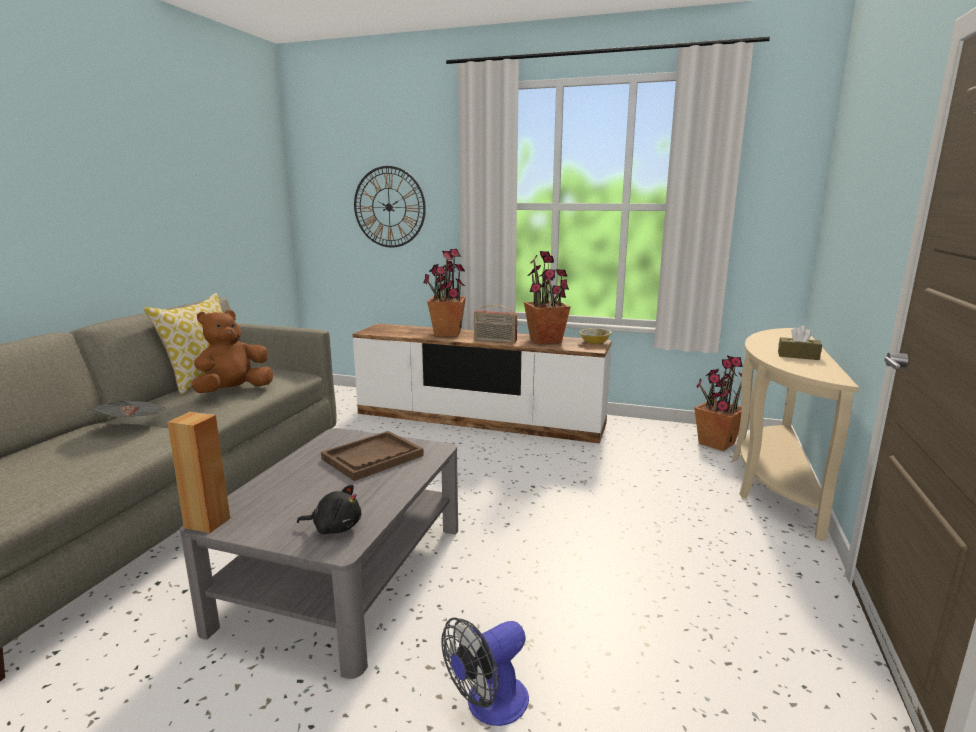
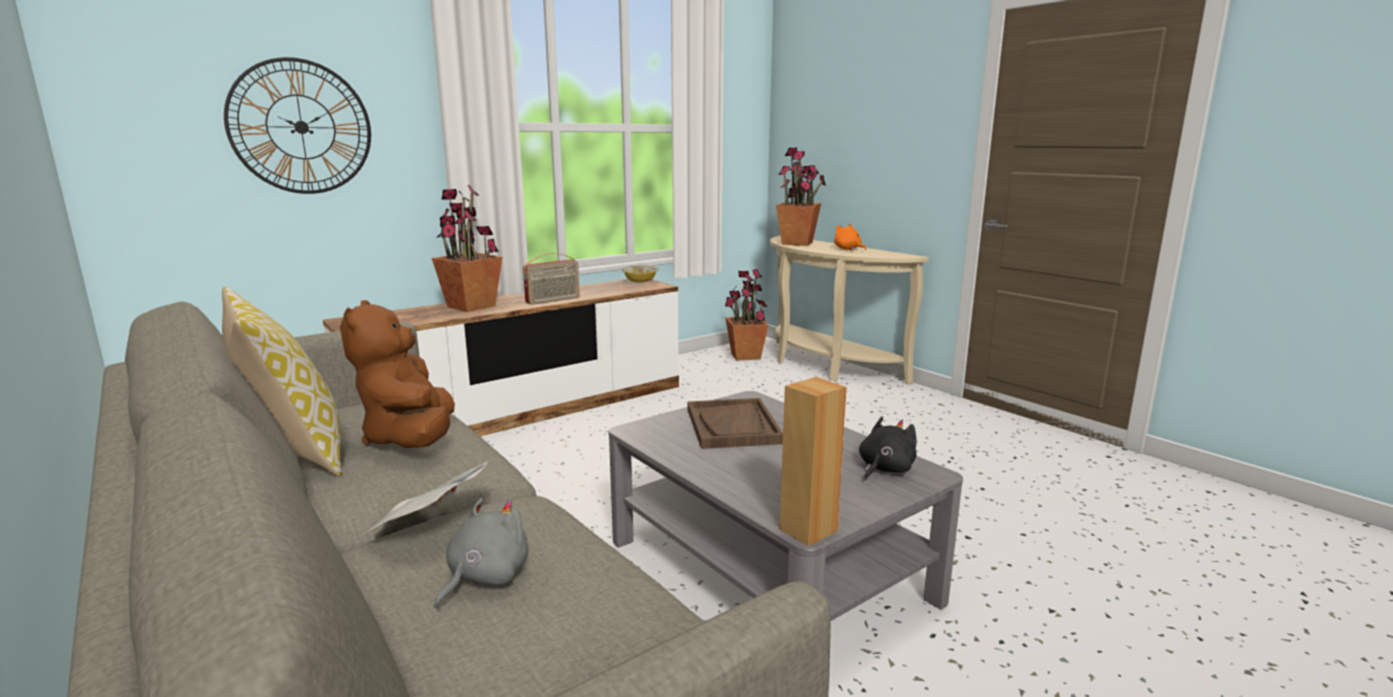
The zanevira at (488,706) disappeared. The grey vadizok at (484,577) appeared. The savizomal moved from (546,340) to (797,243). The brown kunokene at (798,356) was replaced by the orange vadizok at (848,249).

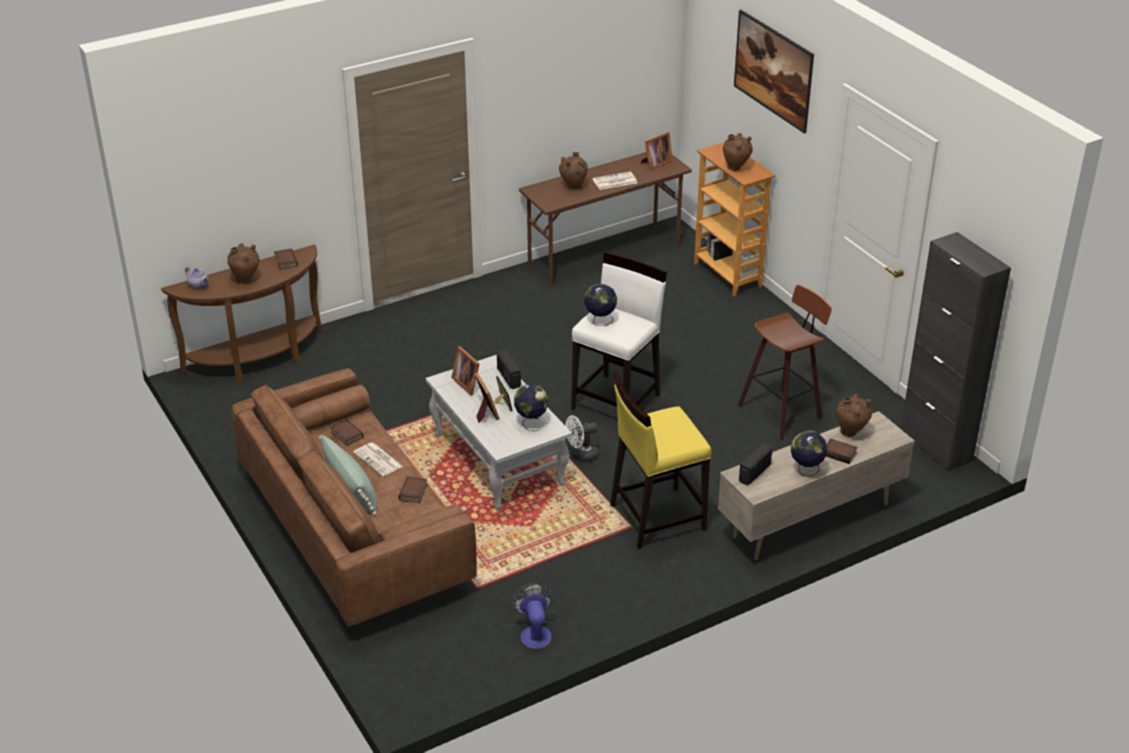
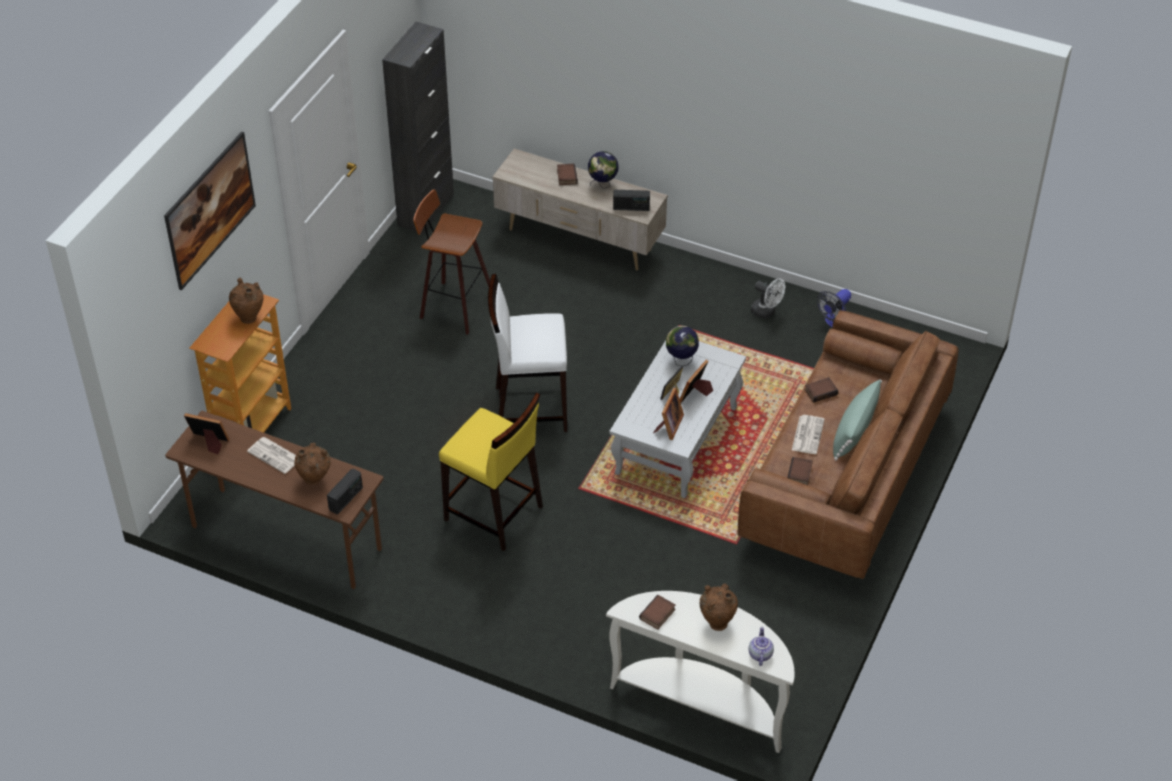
The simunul at (600,321) disappeared. The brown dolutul at (851,433) disappeared. The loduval moved from (508,377) to (346,499). The white zanevira moved from (581,455) to (766,312). The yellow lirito moved from (656,517) to (494,514). The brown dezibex at (259,361) became the white dezibex at (703,701).

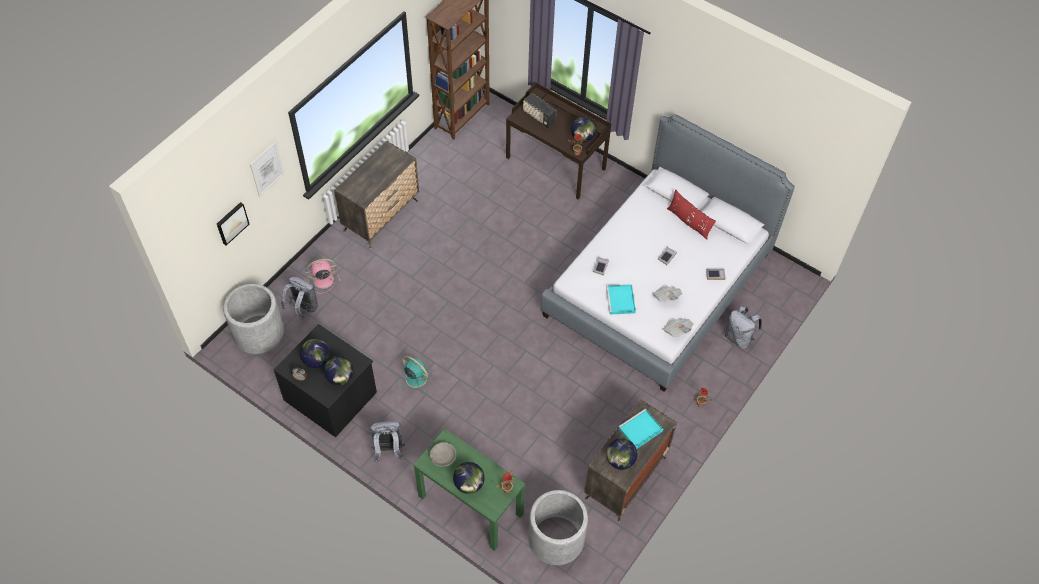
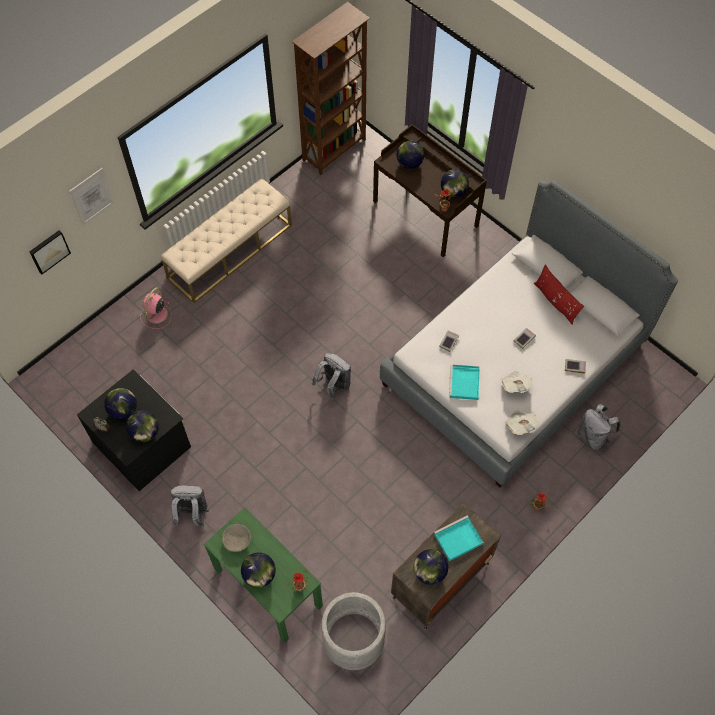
The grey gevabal at (258,333) disappeared. The turquoise zanevira at (415,377) disappeared. The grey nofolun moved from (303,309) to (334,385). The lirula at (382,216) was replaced by the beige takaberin at (230,251). The loduval at (539,117) was replaced by the simunul at (409,163). The pink zanevira at (322,280) turned 60 degrees counterclockwise.

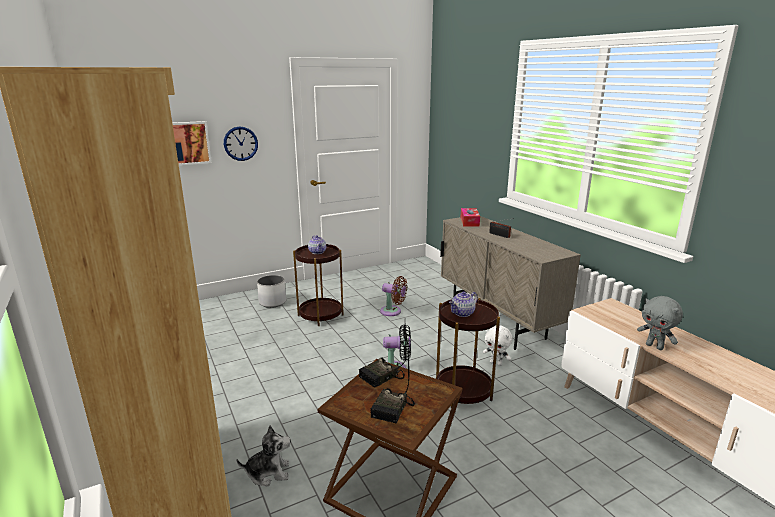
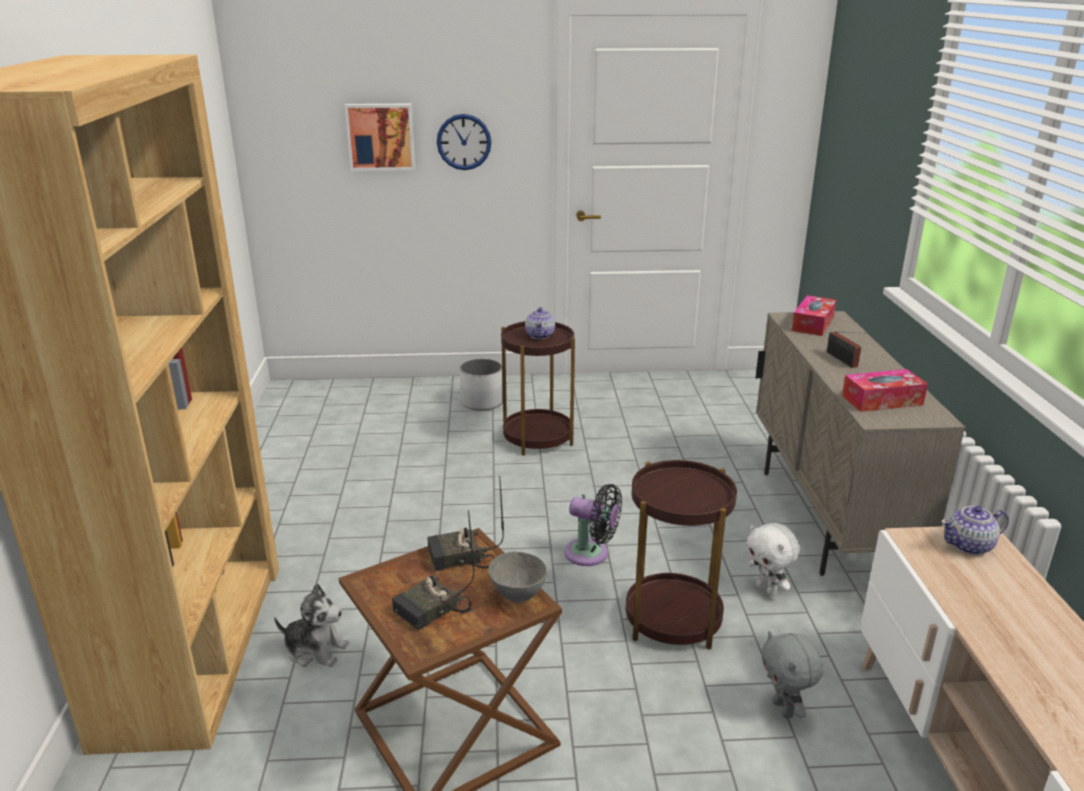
The brown zanevira at (393,312) disappeared. The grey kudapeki at (517,595) appeared. The kunokene at (882,400) appeared. The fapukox moved from (463,313) to (970,546). The grey vadizok moved from (655,346) to (784,709).

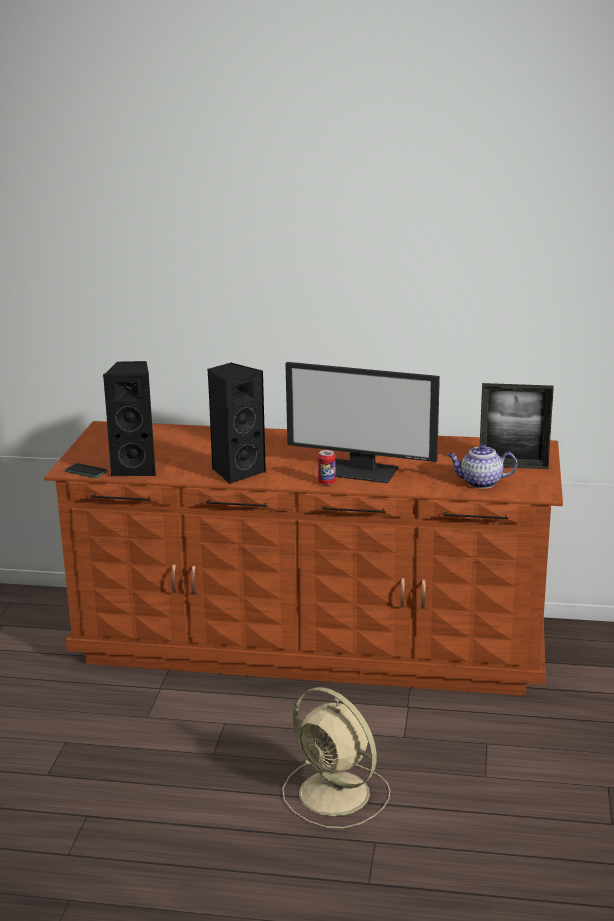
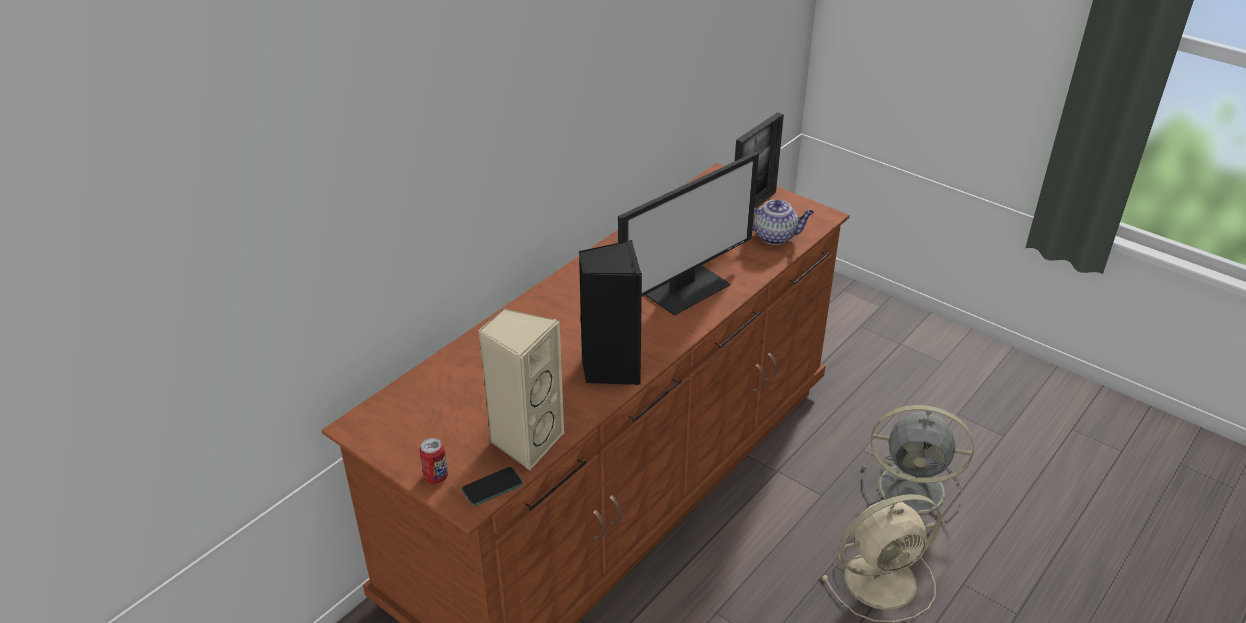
The grey zanevira at (914,489) appeared. The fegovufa moved from (326,483) to (436,477). The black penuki at (136,468) became the beige penuki at (525,441). The fapukox at (480,483) turned 120 degrees counterclockwise.

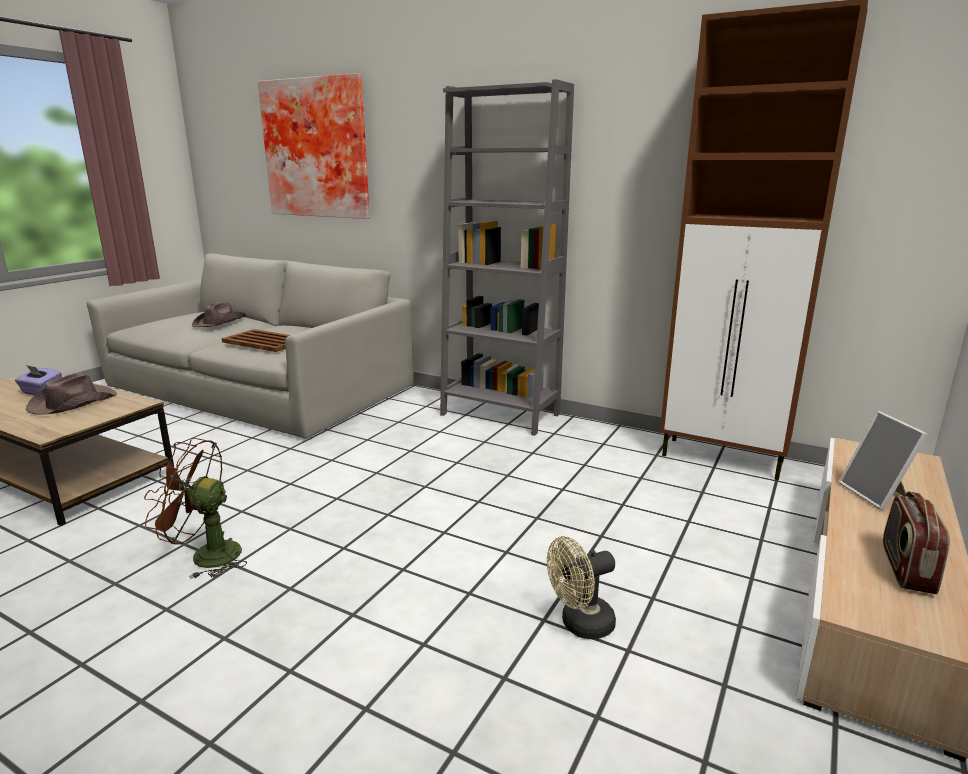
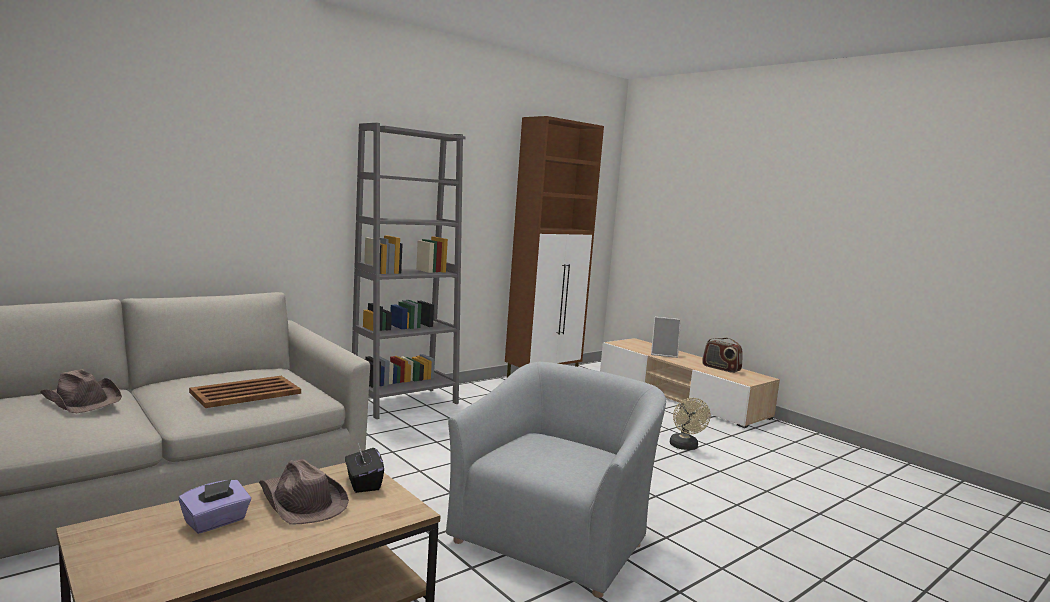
The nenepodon at (318,149) disappeared. The black kunokene at (363,483) appeared. The brown zanevira at (206,555) was replaced by the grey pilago at (554,537).

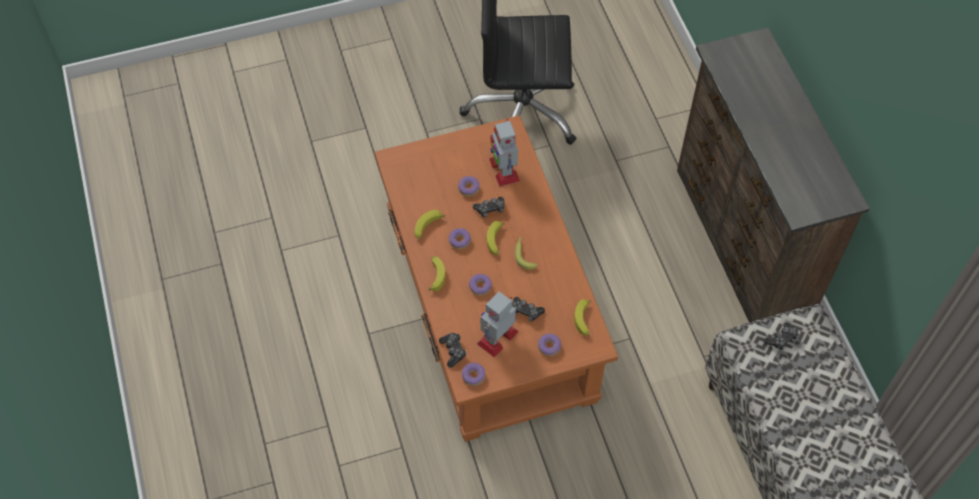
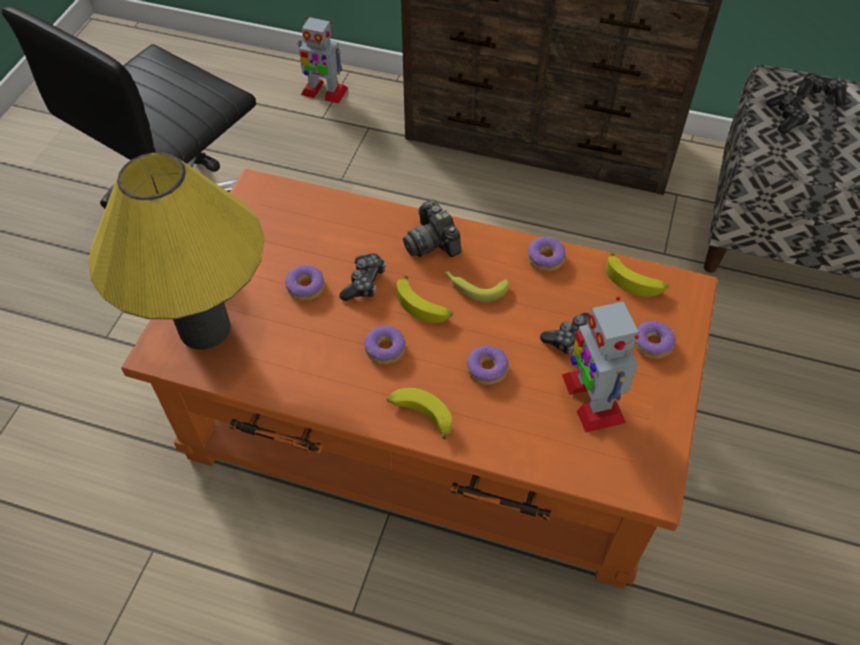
The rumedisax at (427,227) disappeared. The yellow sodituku at (204,328) appeared. The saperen at (432,242) appeared. The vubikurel moved from (453,351) to (819,95). The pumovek moved from (473,376) to (546,259). The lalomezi moved from (504,169) to (323,91).

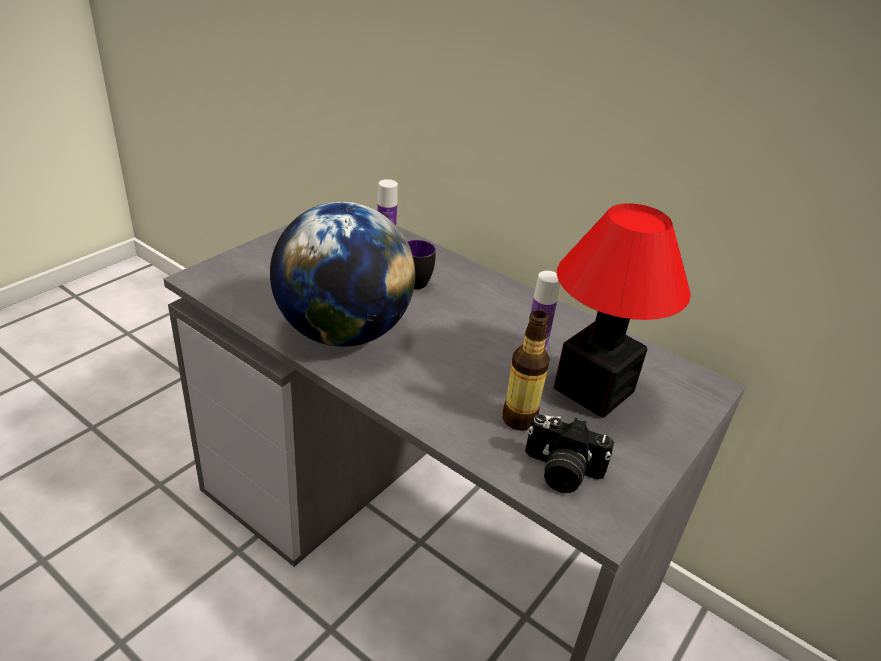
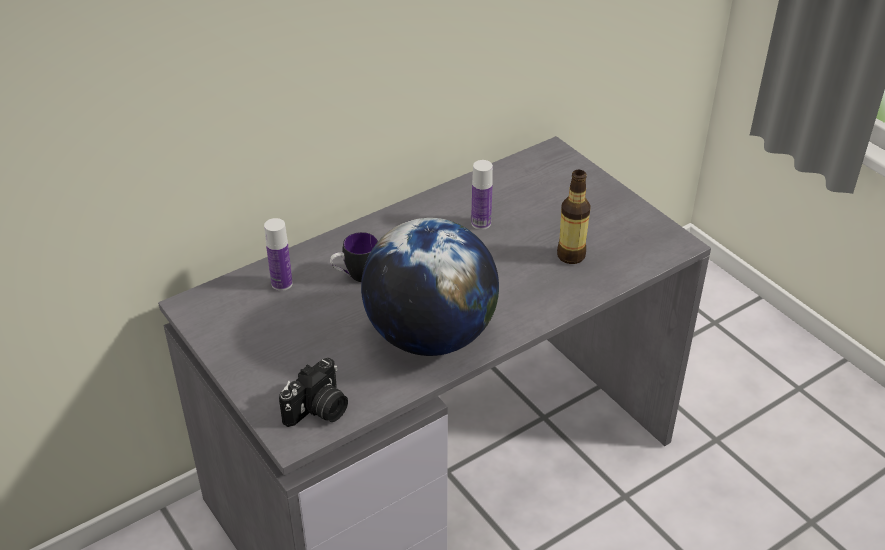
The sodituku at (592,391) disappeared. The saperen moved from (560,472) to (318,411).

